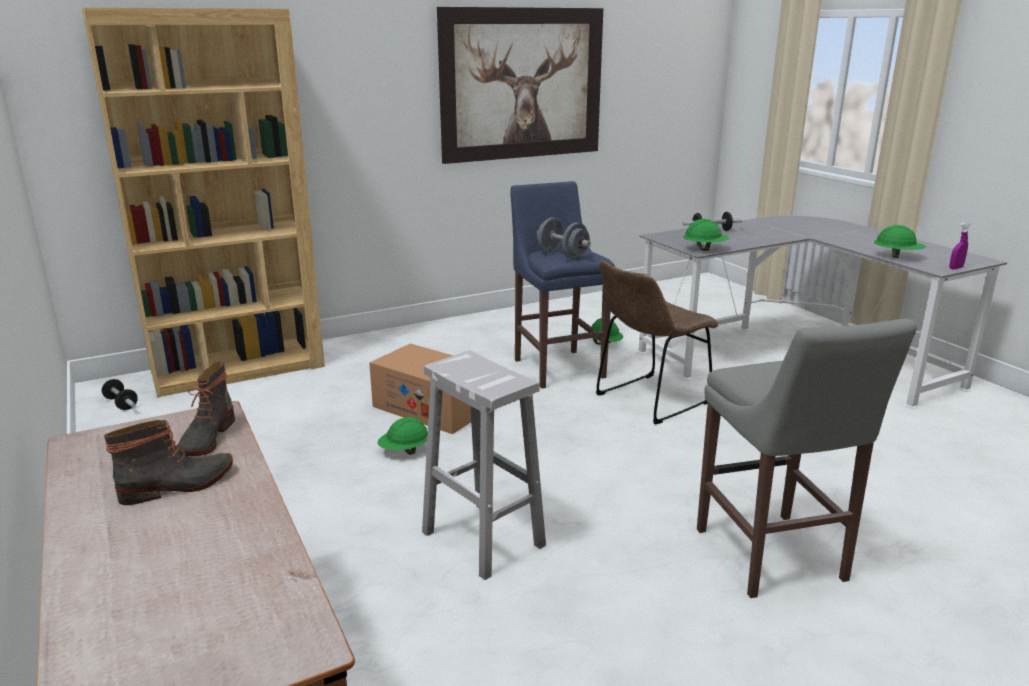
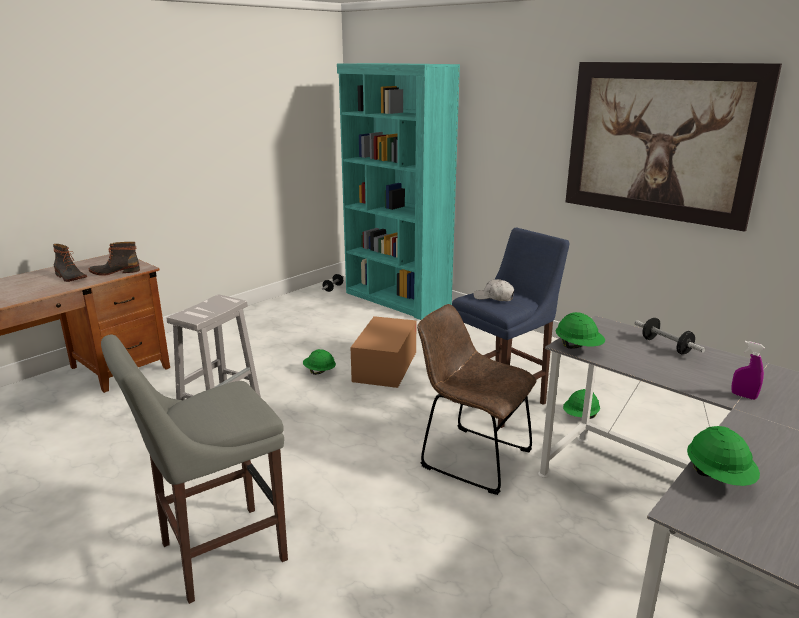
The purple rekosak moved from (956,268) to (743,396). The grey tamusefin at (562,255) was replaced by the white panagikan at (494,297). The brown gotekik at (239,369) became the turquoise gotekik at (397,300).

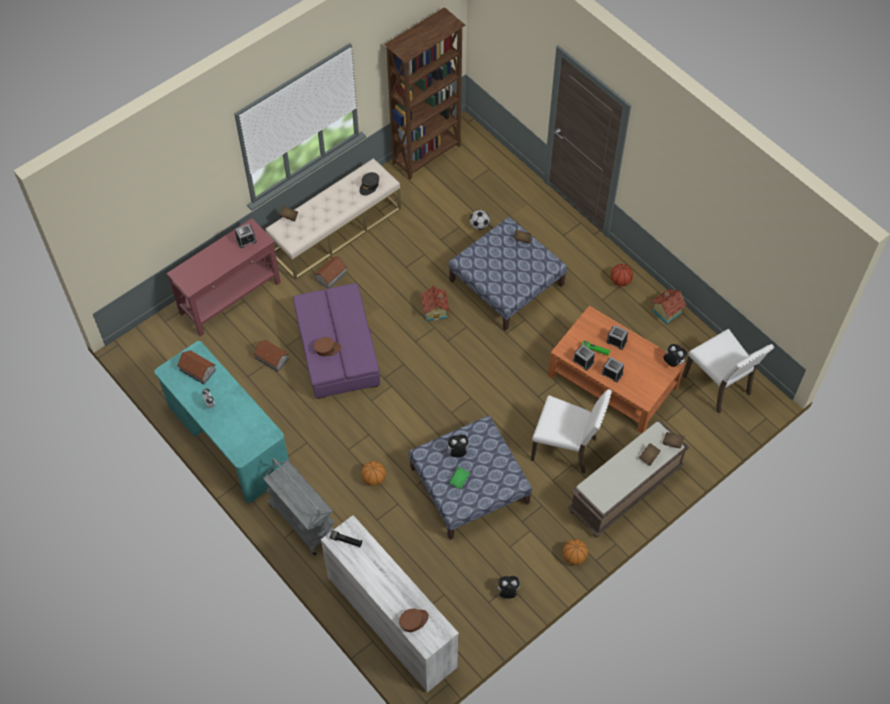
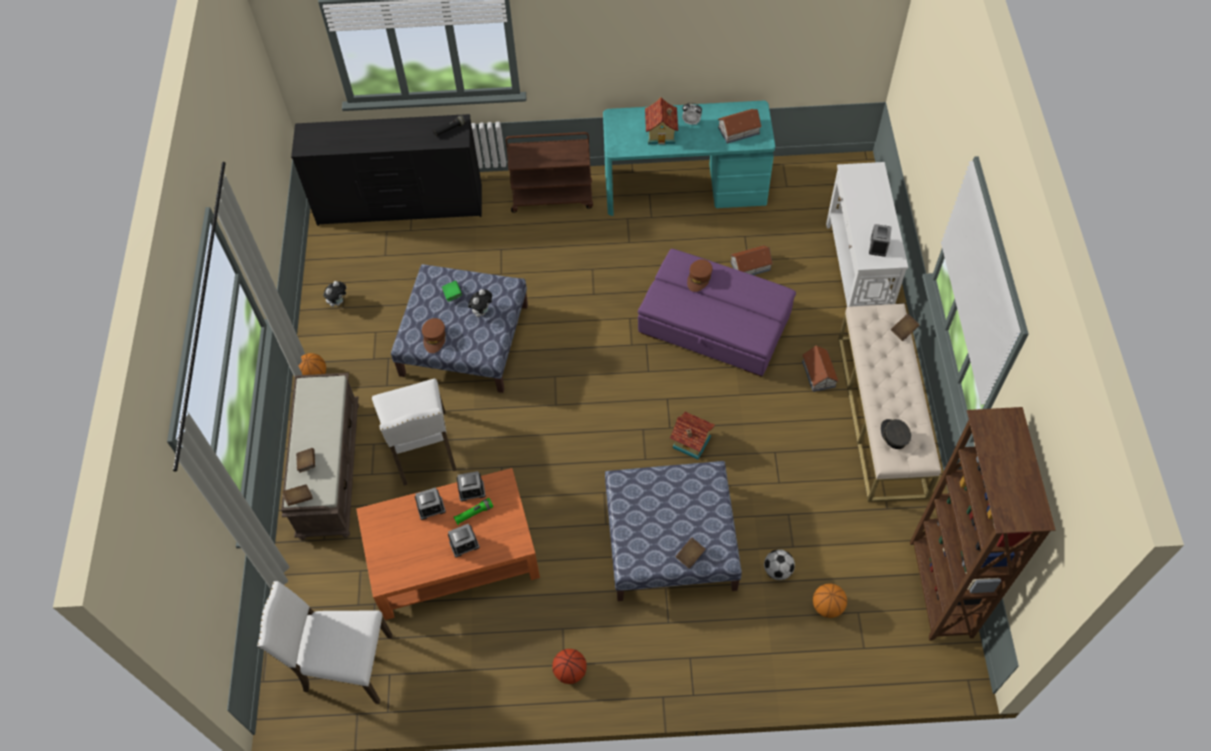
The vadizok at (672,362) disappeared. The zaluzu moved from (374,478) to (827,606). The brown panagikan moved from (413,621) to (434,338). The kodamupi moved from (666,311) to (662,134). The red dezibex at (231,298) became the white dezibex at (856,271). The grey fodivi at (302,520) became the brown fodivi at (552,197). The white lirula at (392,621) became the black lirula at (400,206). The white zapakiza at (566,448) turned 75 degrees counterclockwise.

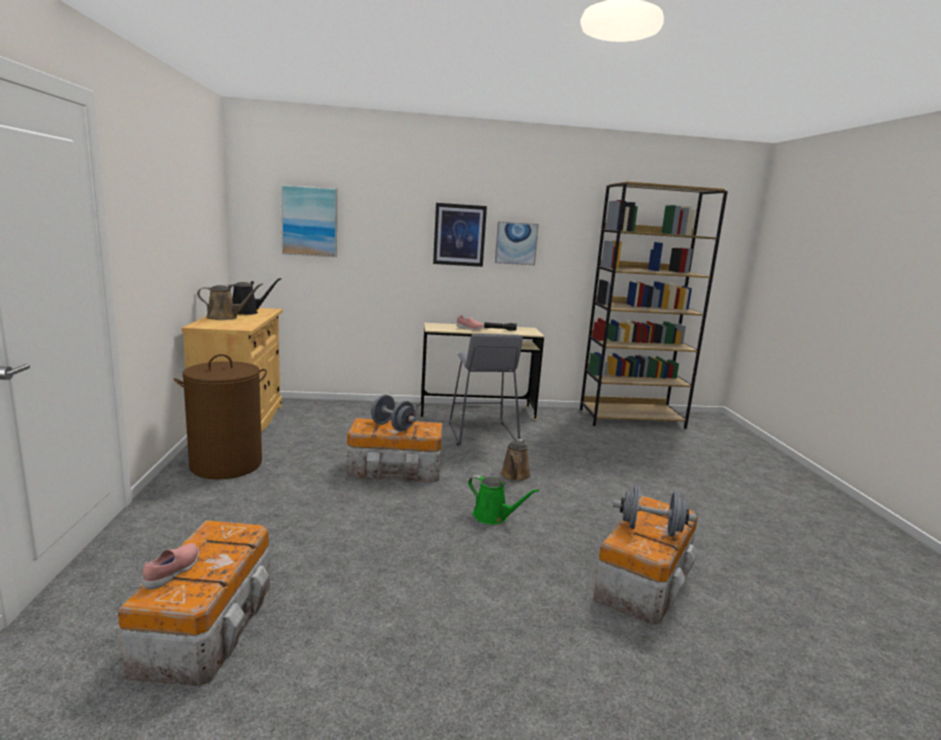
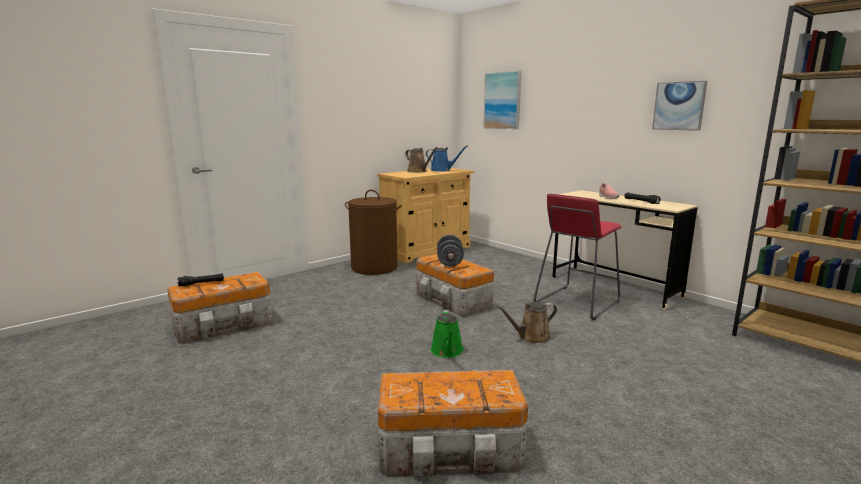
The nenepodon at (459,235) disappeared. The grey tamusefin at (650,529) disappeared. The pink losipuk at (173,573) was replaced by the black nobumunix at (201,283). The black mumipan at (247,312) became the blue mumipan at (442,170). The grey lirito at (482,434) became the red lirito at (577,302).

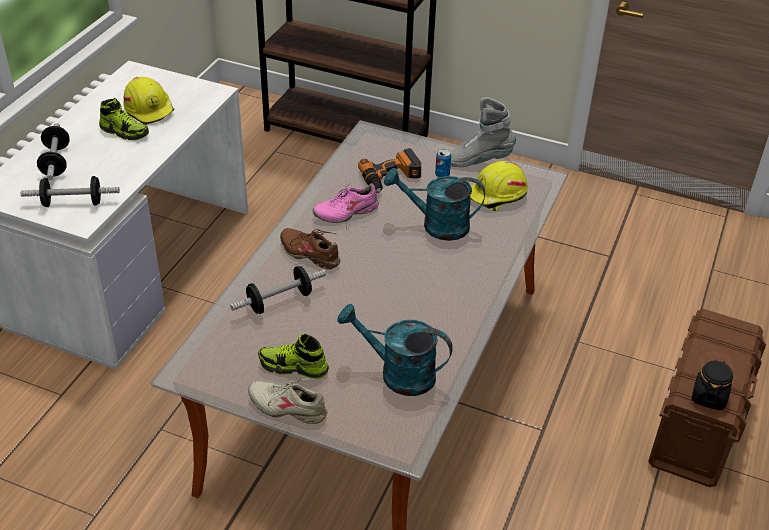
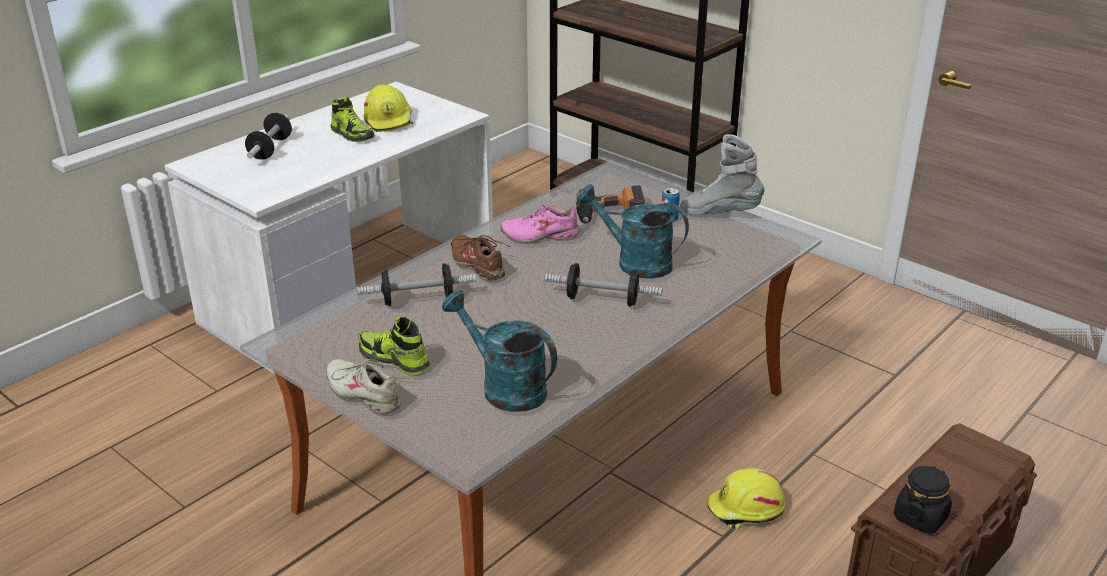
The tamusefin moved from (72,203) to (602,300). The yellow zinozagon moved from (497,195) to (745,510).

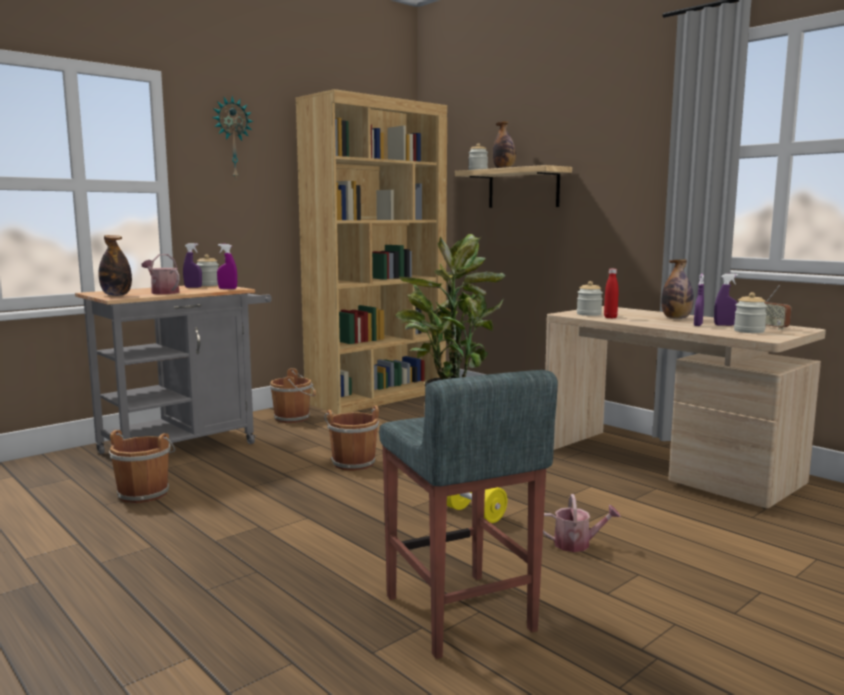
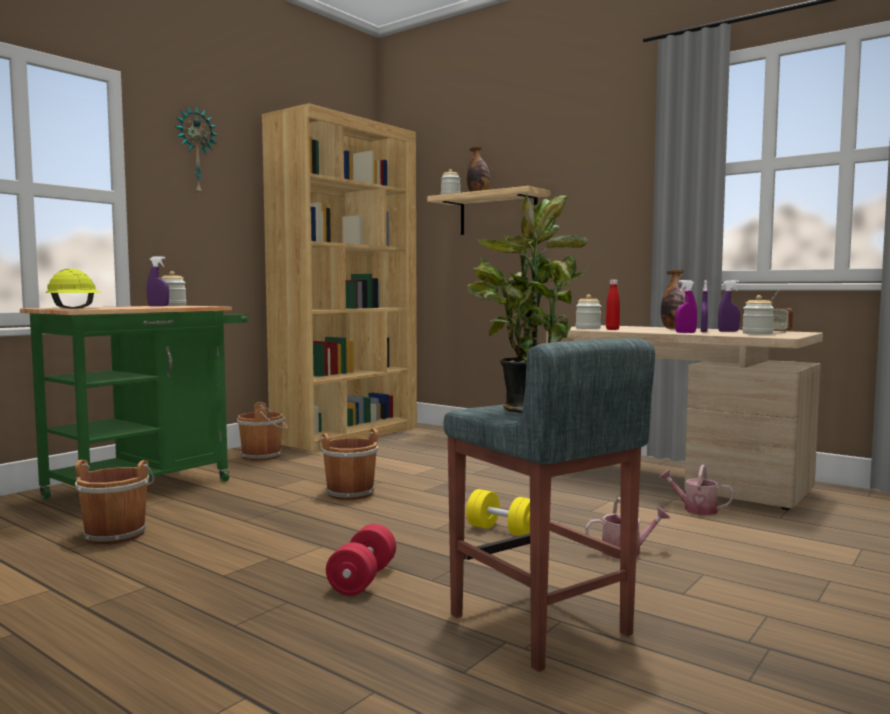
The red tamusefin at (362,579) appeared. The mumipan moved from (163,292) to (695,509). The purple rekosak moved from (227,289) to (685,332). The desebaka at (116,295) was replaced by the yellow zinozagon at (75,308). The grey fodivi at (186,445) became the green fodivi at (149,486).

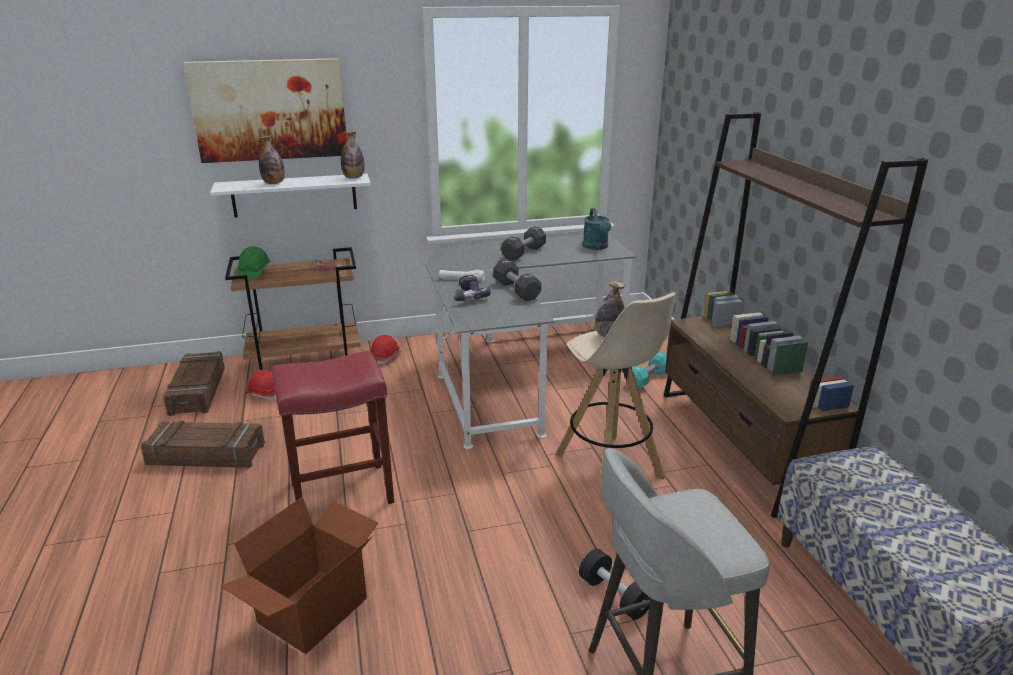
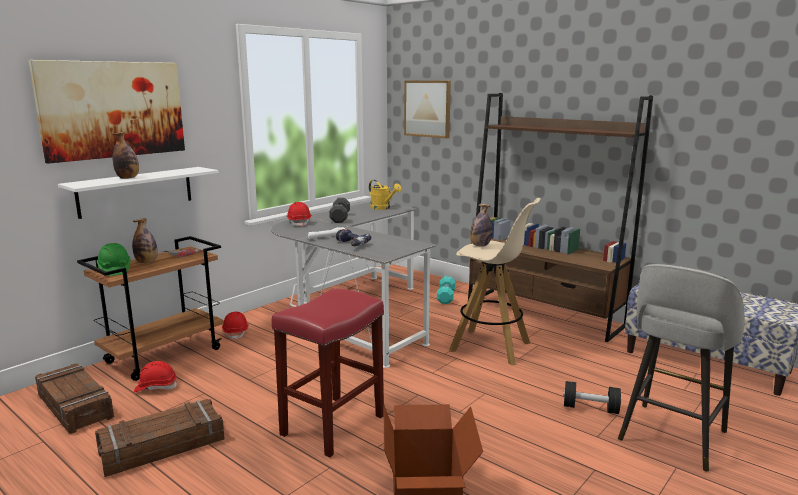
The black tamusefin at (516,290) disappeared. The red zinozagon at (299,223) appeared. The nenepodon at (427,108) appeared. The desebaka moved from (354,178) to (146,262). The turquoise mumipan at (597,247) became the yellow mumipan at (383,208).

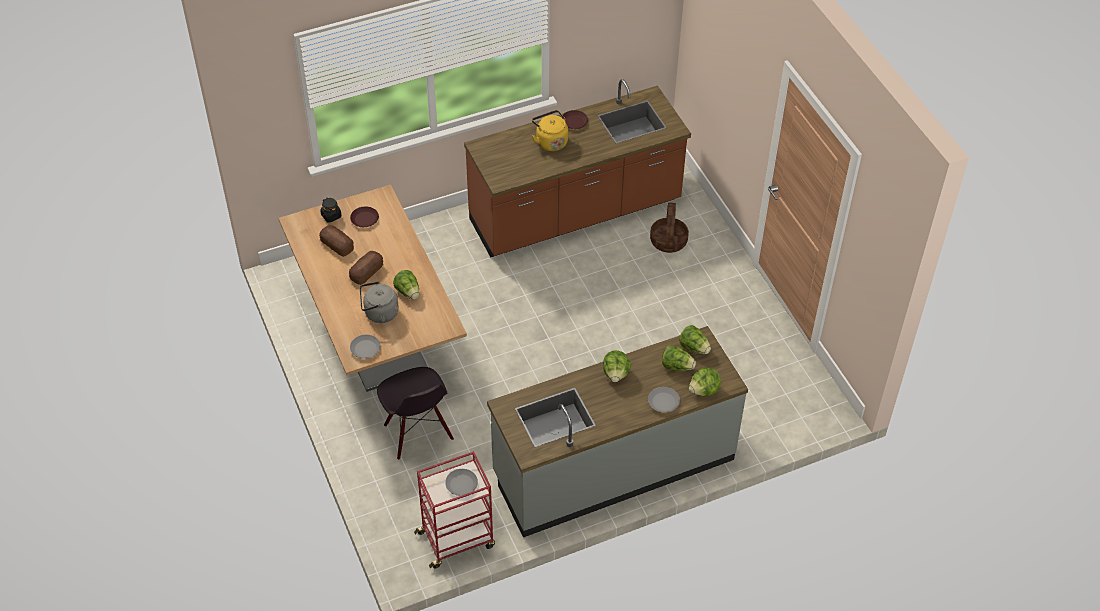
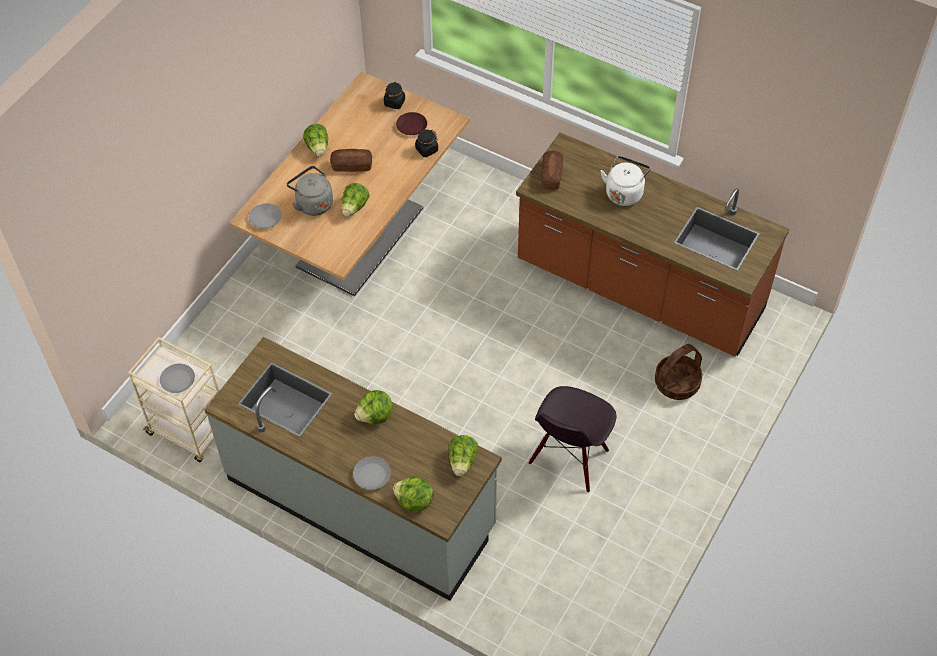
The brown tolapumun at (574,122) disappeared. The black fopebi at (426,150) appeared. The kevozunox moved from (337,245) to (551,175). The black zapakiza moved from (417,433) to (569,458). The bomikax moved from (677,366) to (318,148). The red fodivi at (457,539) became the beige fodivi at (190,431). The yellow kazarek at (550,141) became the white kazarek at (624,192).

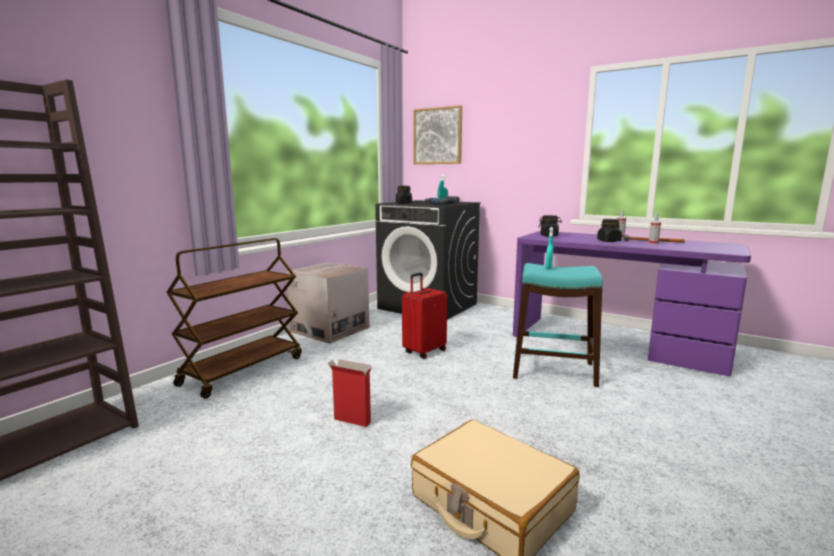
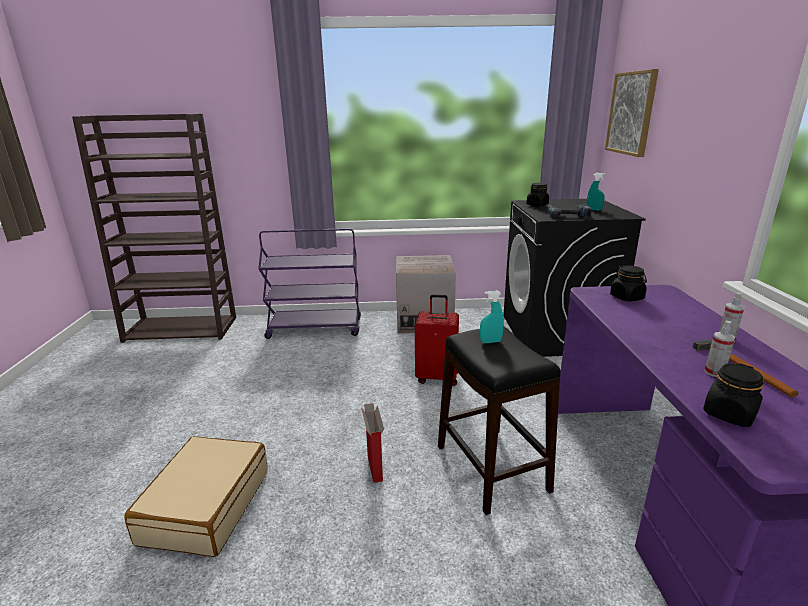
The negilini moved from (351,420) to (374,468). The black fopebi moved from (609,241) to (729,414). The brown fodivi at (243,370) became the purple fodivi at (316,328). The turquoise lirito at (554,371) became the black lirito at (491,468).

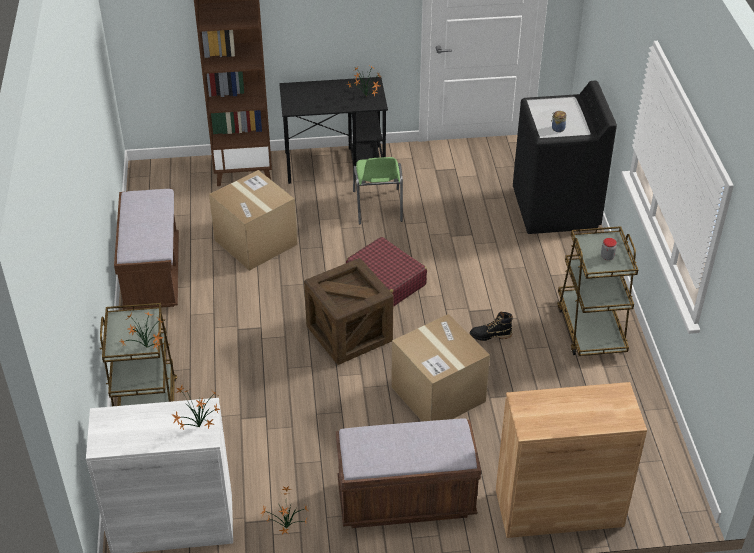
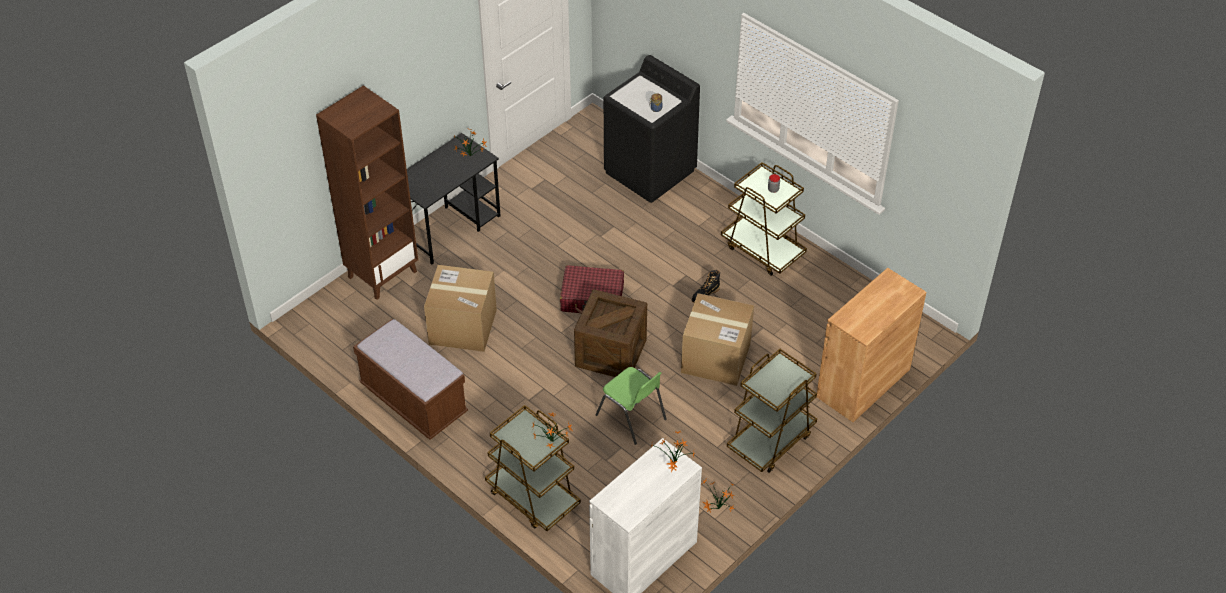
The green zapakiza moved from (378,207) to (632,418). The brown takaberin at (406,500) was replaced by the brown fodivi at (771,440).

